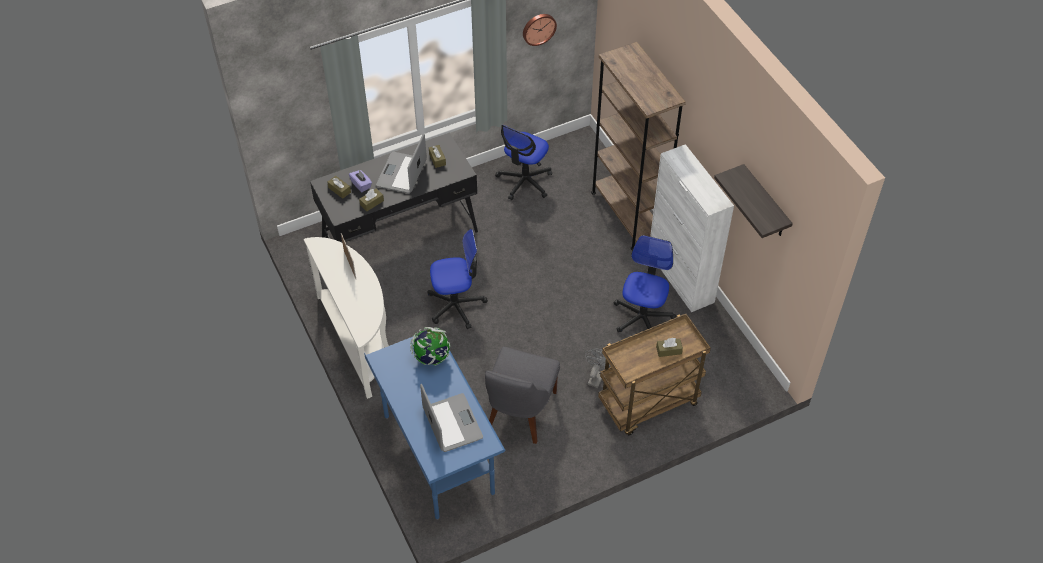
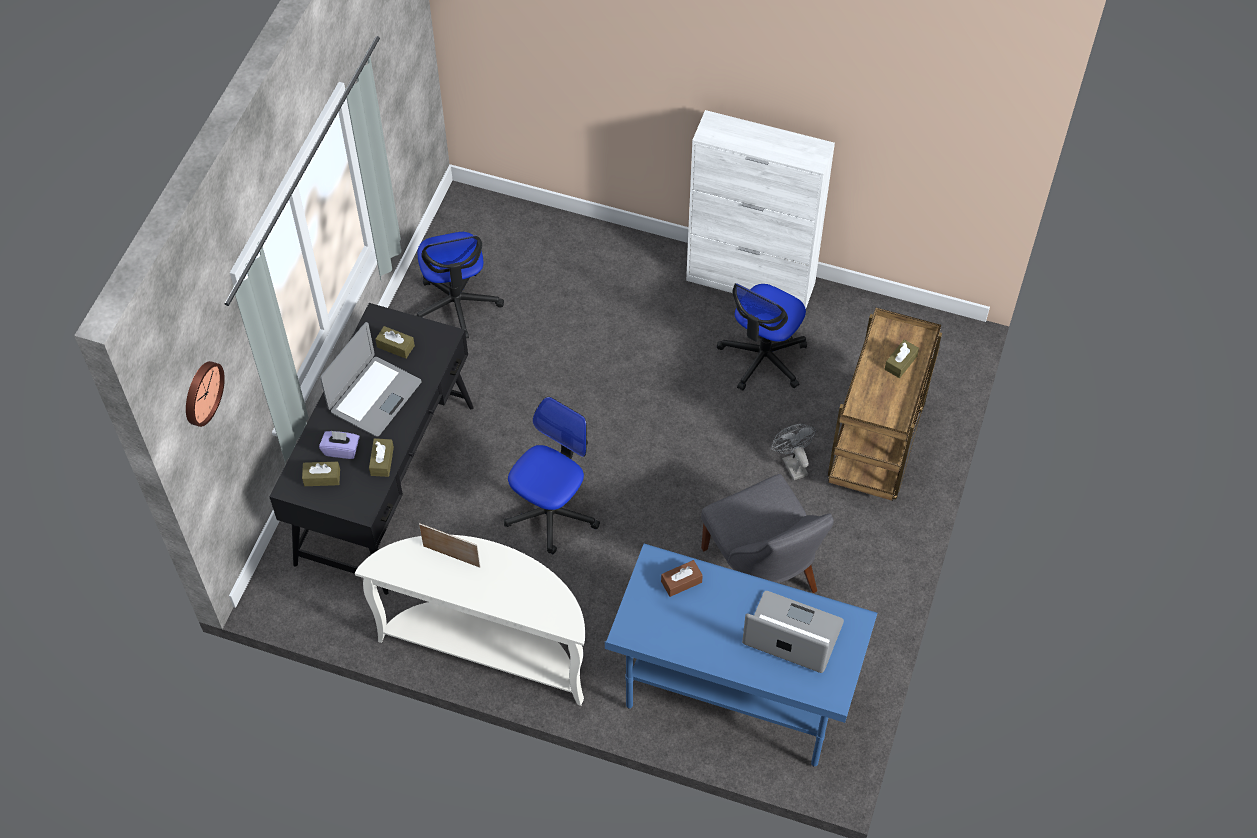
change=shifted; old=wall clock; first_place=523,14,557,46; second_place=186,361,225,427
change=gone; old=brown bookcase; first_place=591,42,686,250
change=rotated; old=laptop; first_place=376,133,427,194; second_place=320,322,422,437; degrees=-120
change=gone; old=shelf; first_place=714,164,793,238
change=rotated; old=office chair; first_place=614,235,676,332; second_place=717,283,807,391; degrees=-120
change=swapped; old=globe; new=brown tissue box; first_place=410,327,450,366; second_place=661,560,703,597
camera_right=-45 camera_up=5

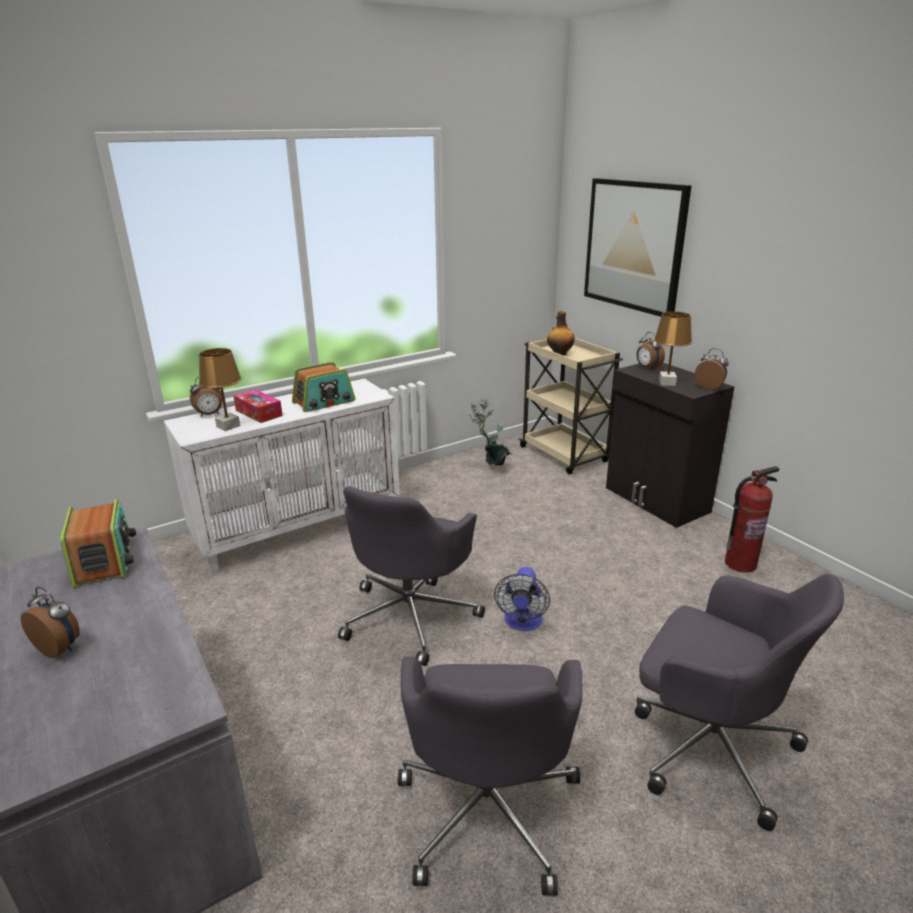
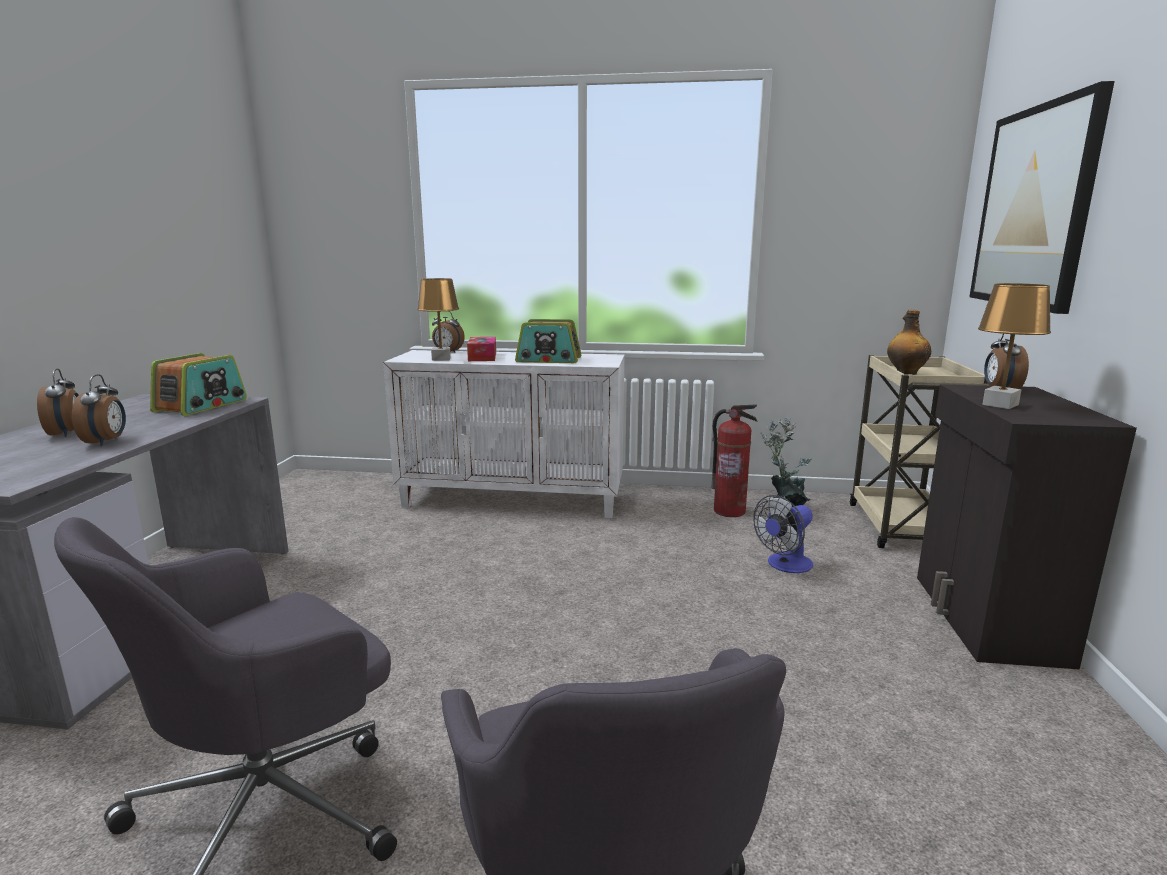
change=shifted; old=alarm clock; first_place=695,348,729,390; second_place=72,374,126,446
change=shifted; old=fire extinguisher; first_place=725,466,780,573; second_place=712,405,757,517
change=gone; old=grey office chair; first_place=338,486,485,666
change=shifted; old=fan; first_place=494,567,550,631; second_place=753,495,813,573
camera_right=40 camera_up=-10

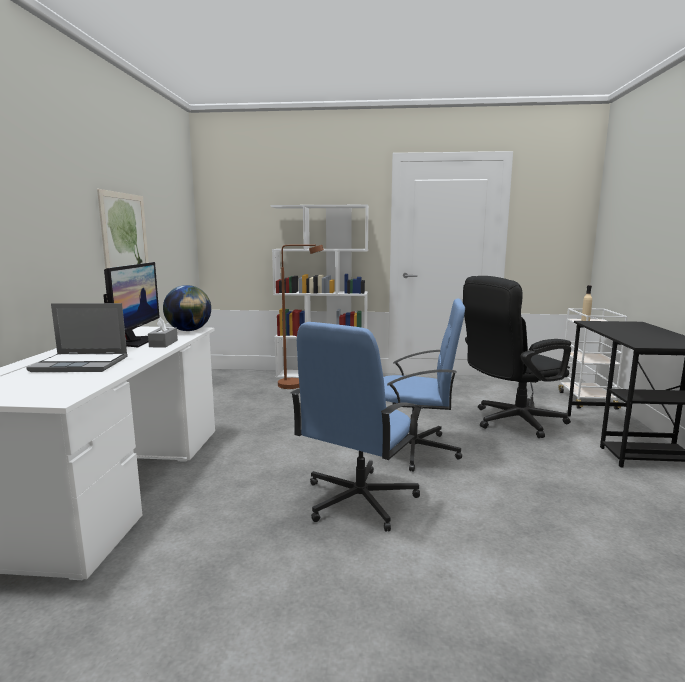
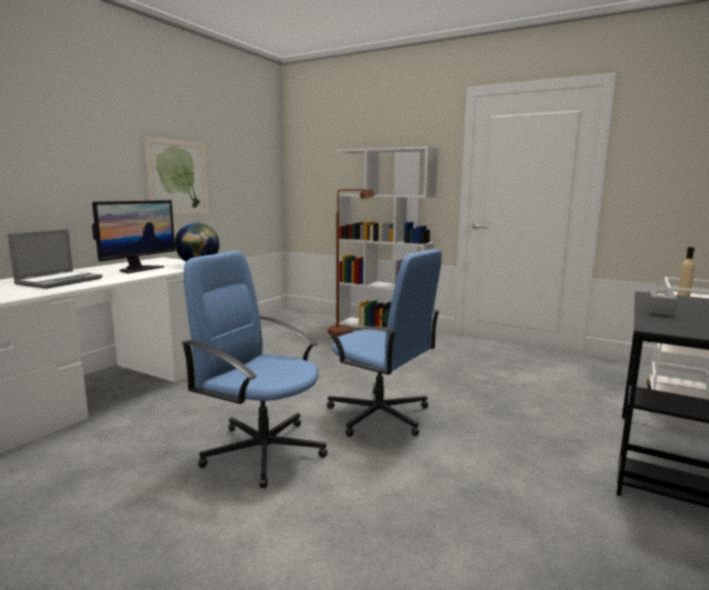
change=gone; old=black office chair; first_place=463,276,571,438
change=rotated; old=laptop; first_place=26,303,128,372; second_place=7,229,102,289; degrees=-90
change=shifted; old=grey tissue box; first_place=148,317,178,347; second_place=647,277,678,316
change=rotated; old=blue office chair; first_place=291,322,423,532; second_place=181,251,328,488; degrees=60
camera_right=25 camera_up=0

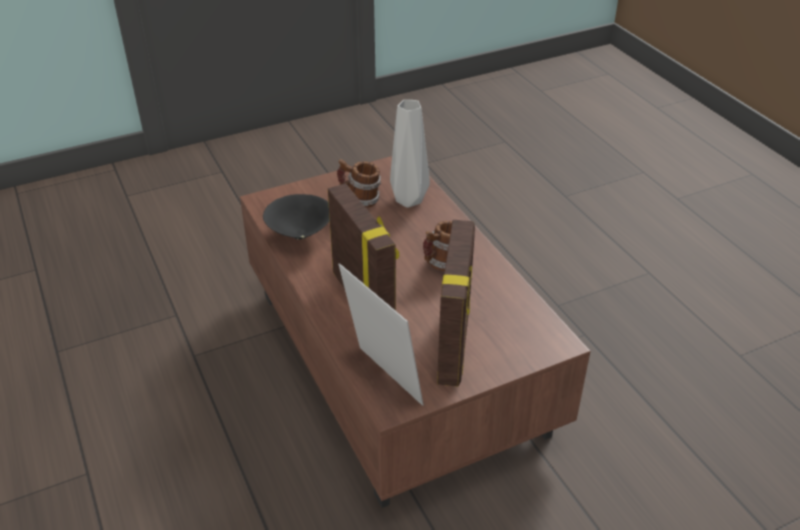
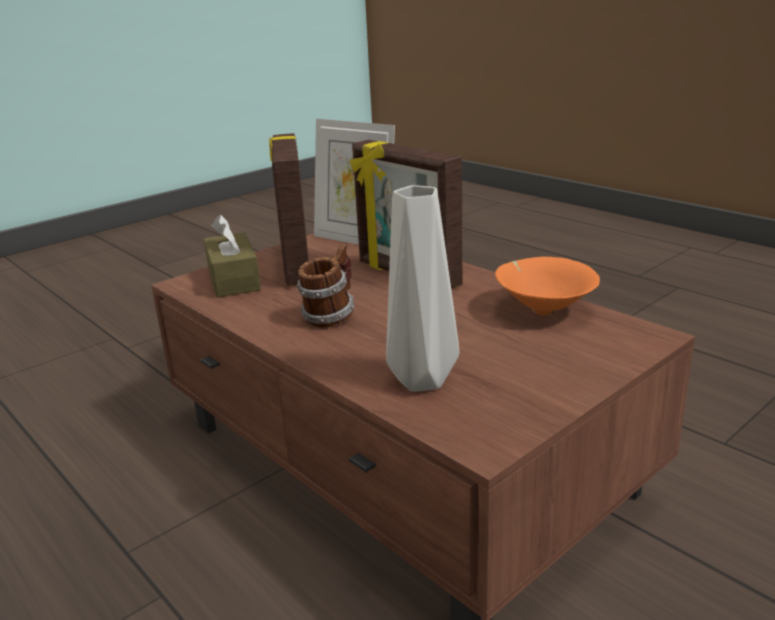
change=gone; old=mug; first_place=337,159,381,208
change=repainted; old=black bowl; new=orange bowl; first_place=263,194,330,239; second_place=495,257,600,316
change=new; new=brown tissue box; second_place=204,215,261,297
camera_right=165 camera_up=-15

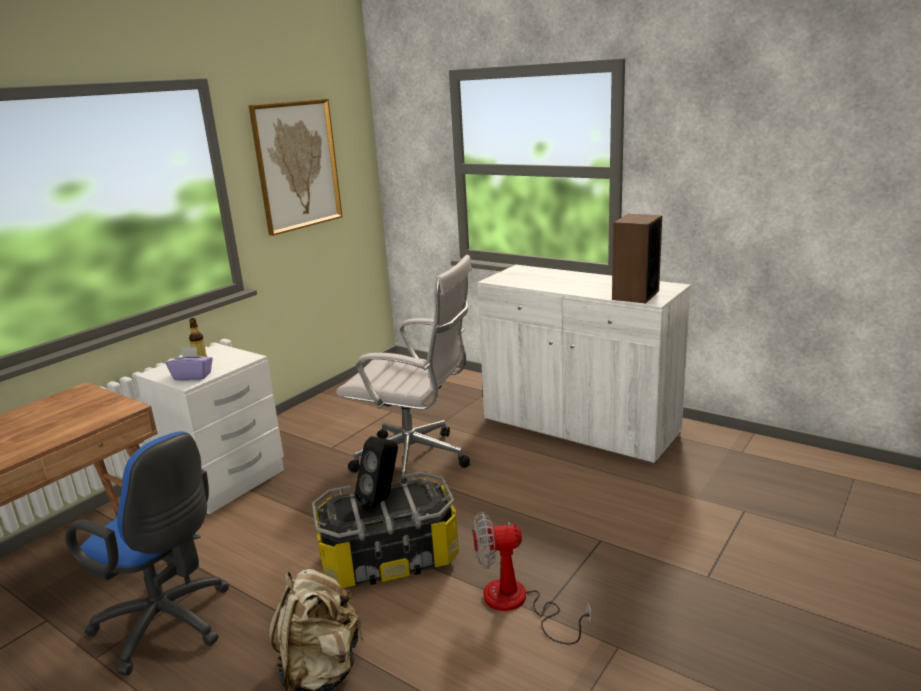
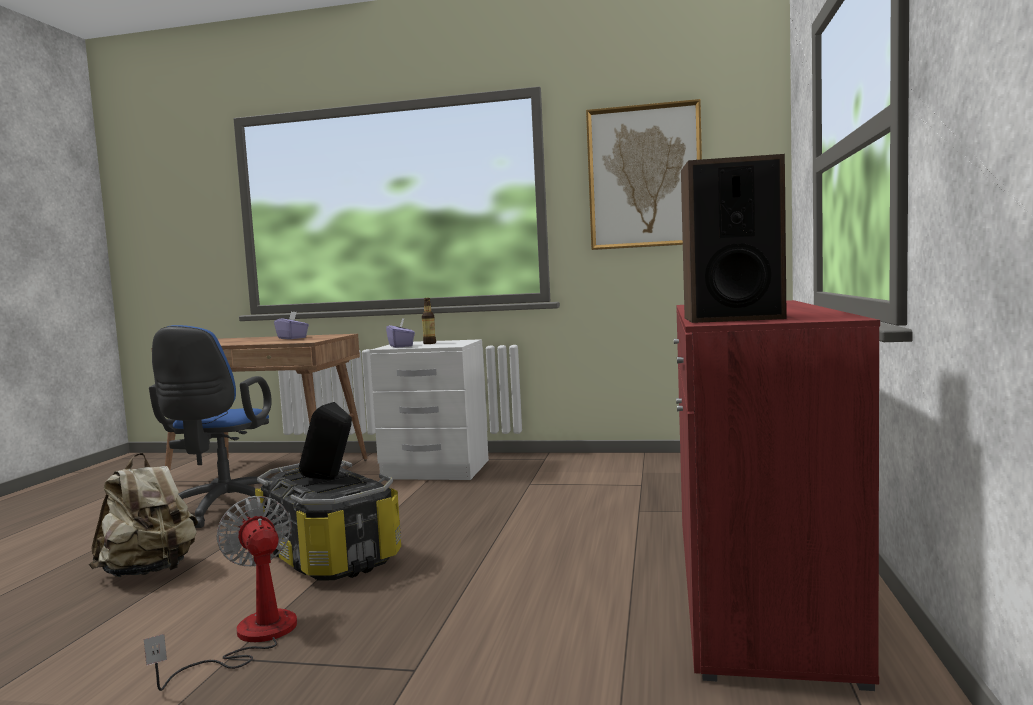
change=gone; old=white office chair; first_place=336,255,472,484
change=repainted; old=white cabinet; new=red cabinet; first_place=477,265,691,464; second_place=674,300,880,691
change=new; new=purple tissue box; second_place=274,312,309,339
camera_right=65 camera_up=-15

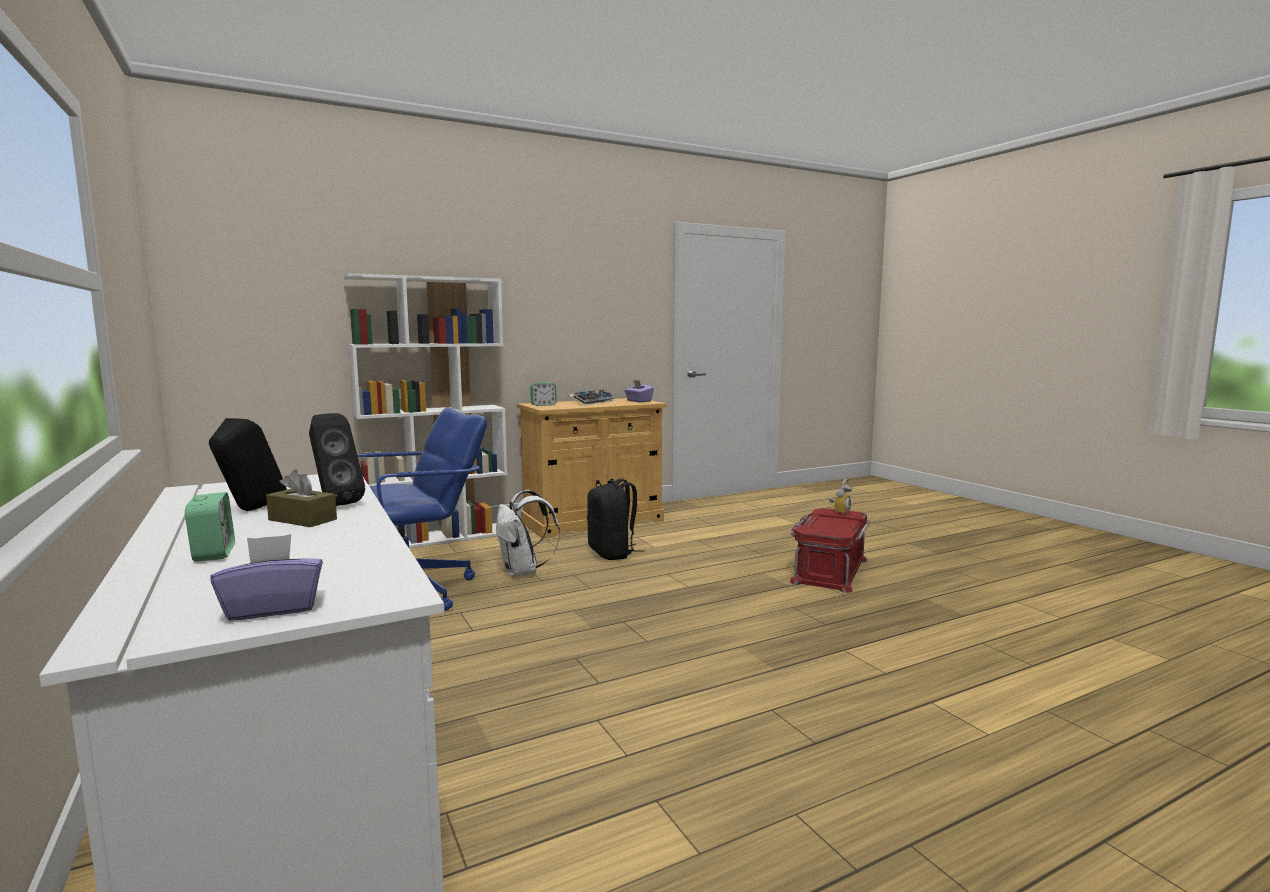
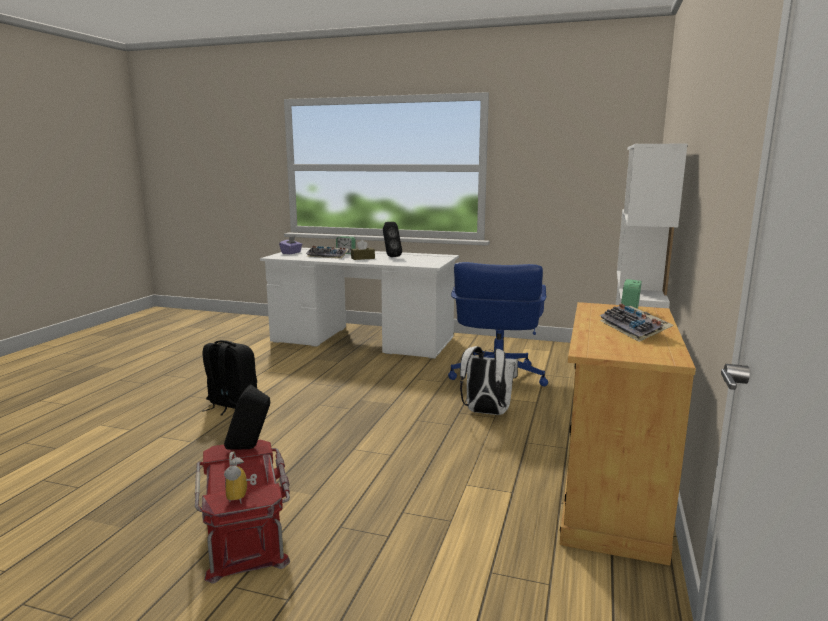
change=gone; old=purple tissue box; first_place=625,380,654,402
change=shifted; old=black speaker; first_place=309,413,365,506; second_place=224,385,270,450
change=shifted; old=black backpack; first_place=587,478,645,560; second_place=203,340,257,415
change=new; new=keyboard; second_place=306,246,349,259
camera_right=135 camera_up=5

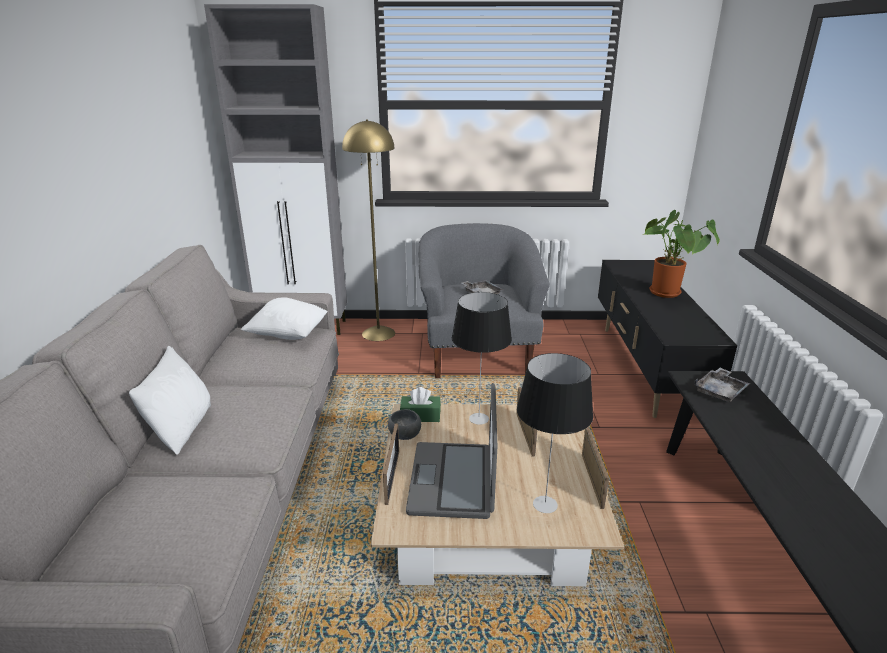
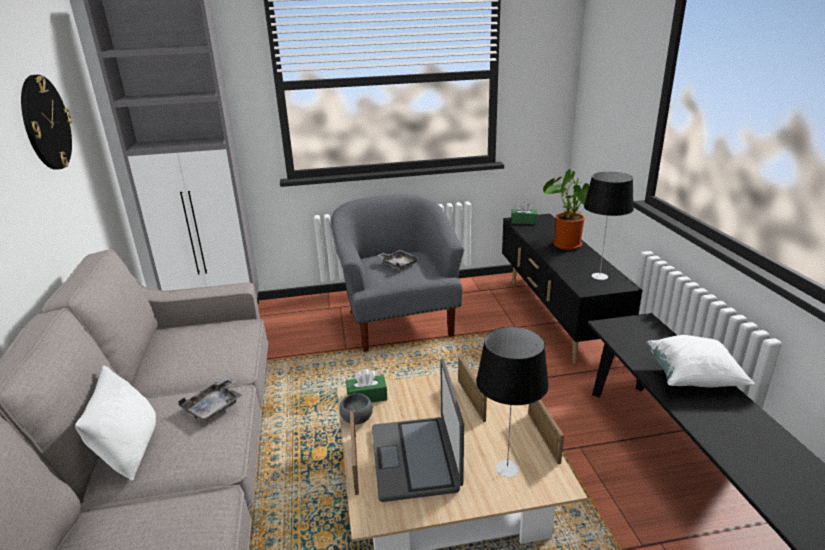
change=gone; old=yellow floor lamp; first_place=342,119,395,341
change=shifted; old=table lamp; first_place=452,292,512,425; second_place=584,172,634,280
change=shifted; old=white pillow; first_place=241,297,328,340; second_place=646,335,755,388
change=shifted; old=grey tray; first_place=694,368,750,402; second_place=178,377,242,422
change=new; new=wall clock; second_place=21,75,72,170
change=new; new=green tissue box; second_place=511,202,537,224
camera_right=-10 camera_up=0

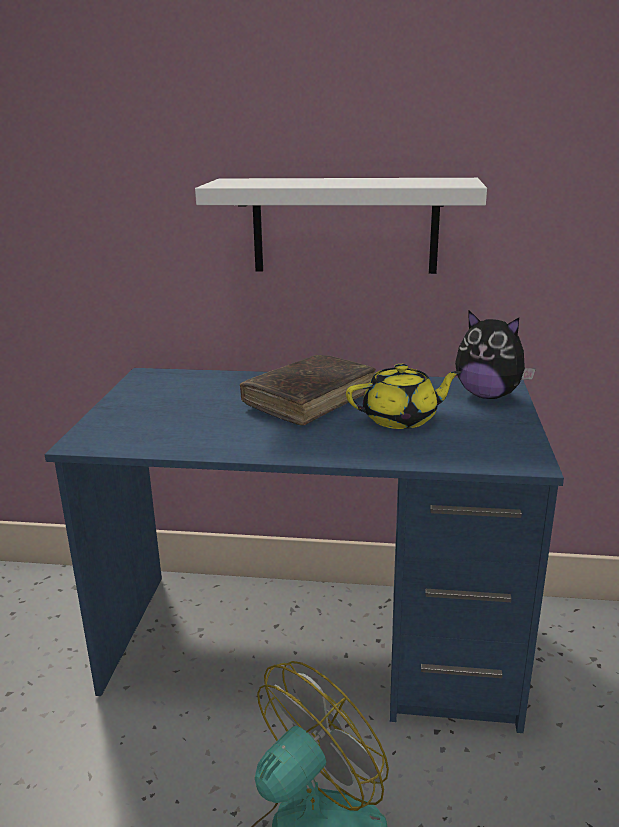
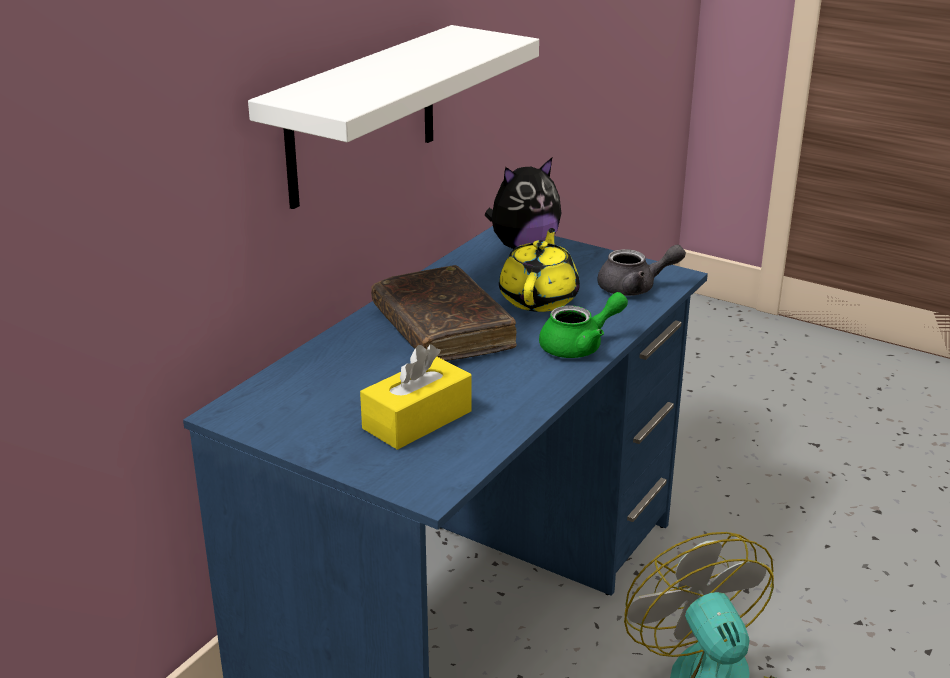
change=new; new=grey teapot; second_place=597,245,686,296
change=new; new=green teapot; second_place=539,292,628,358
change=new; new=yellow tissue box; second_place=360,345,472,450
camera_right=-65 camera_up=5

